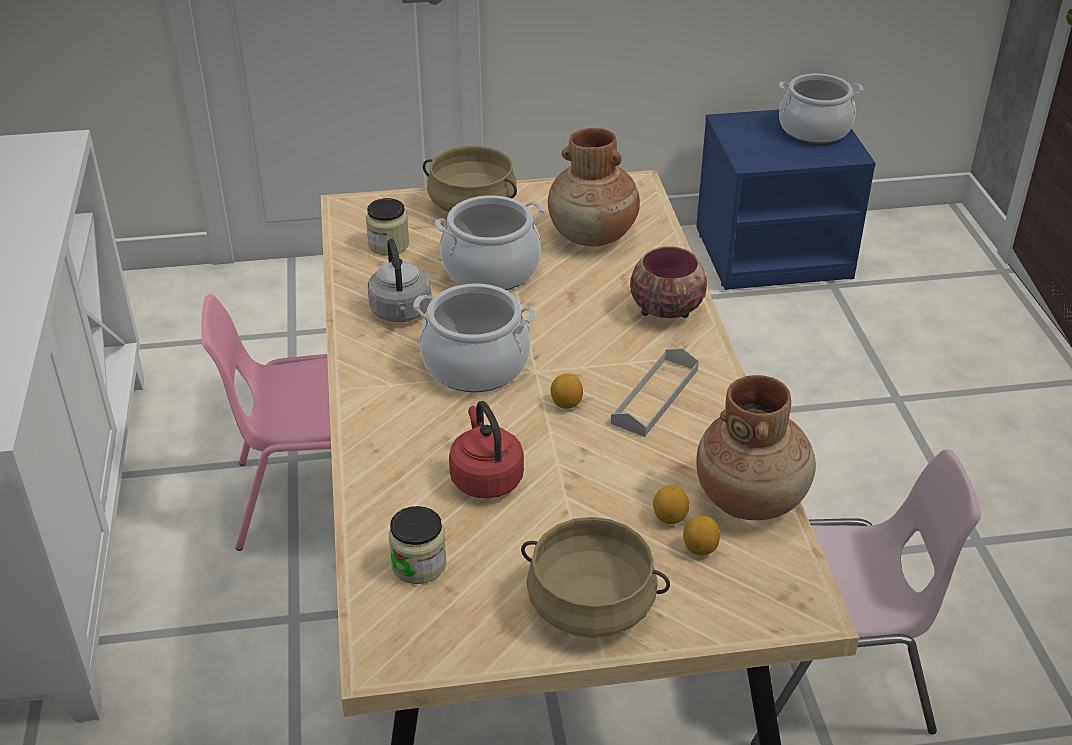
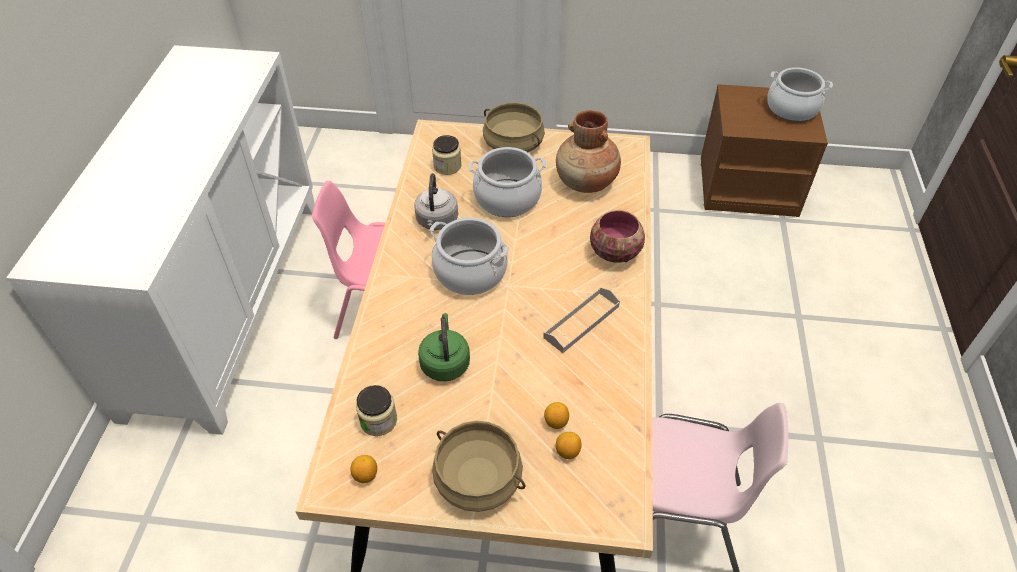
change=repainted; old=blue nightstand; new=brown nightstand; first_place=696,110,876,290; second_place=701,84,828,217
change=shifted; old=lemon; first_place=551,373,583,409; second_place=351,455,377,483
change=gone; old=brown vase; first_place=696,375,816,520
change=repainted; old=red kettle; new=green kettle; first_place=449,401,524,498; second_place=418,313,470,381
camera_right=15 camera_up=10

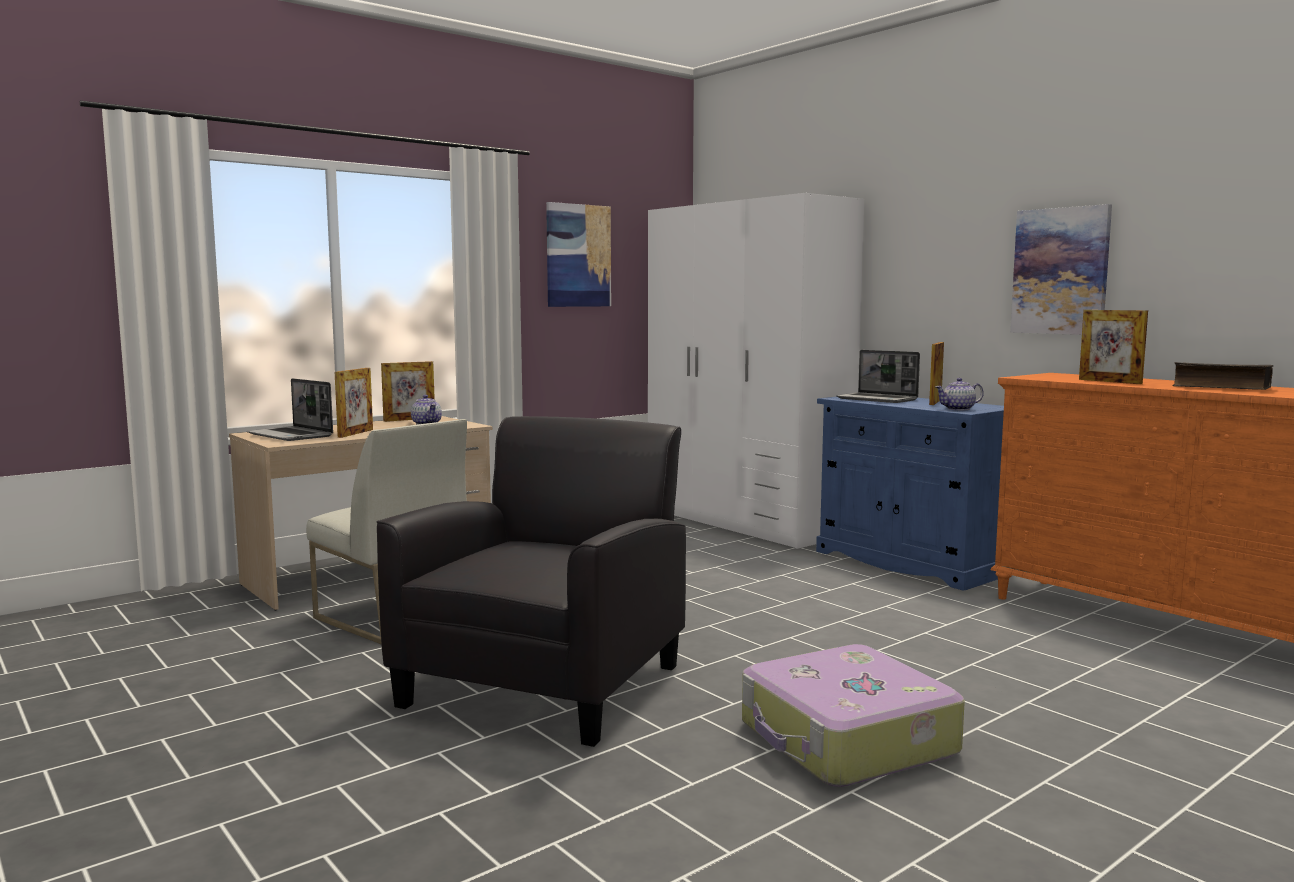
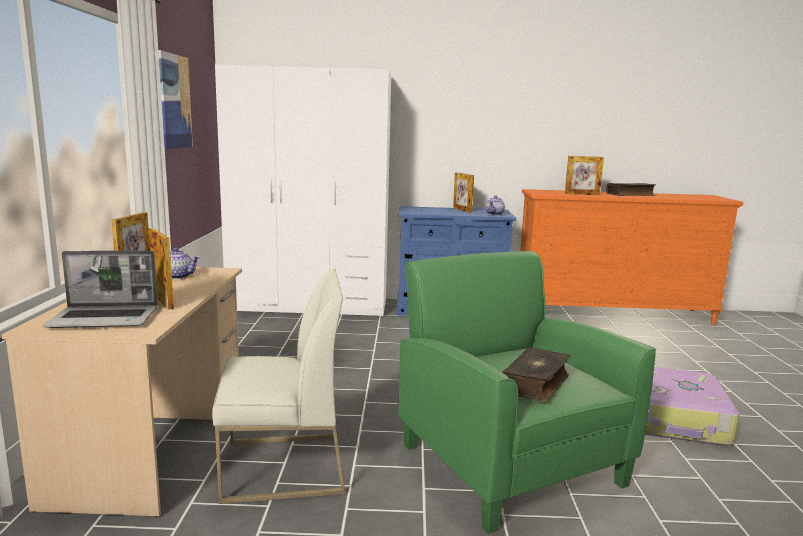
change=gone; old=picture; first_place=1010,204,1112,335
change=gone; old=laptop; first_place=836,350,920,403
change=repainted; old=black armchair; new=green armchair; first_place=377,416,686,747; second_place=398,251,656,534
change=new; new=book; second_place=502,347,571,402
camera_right=-50 camera_up=5

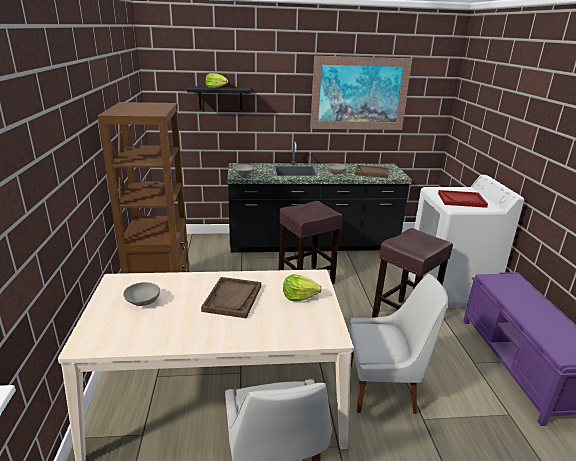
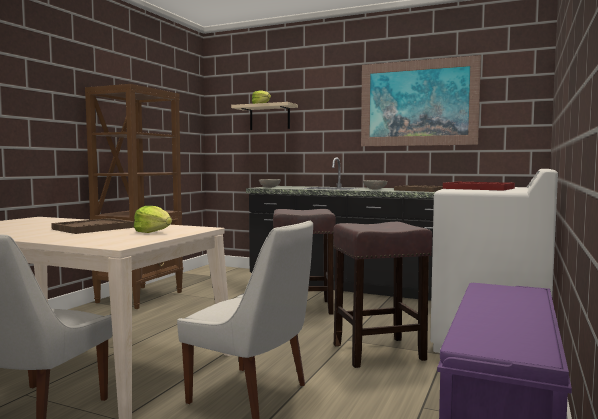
change=repainted; old=black shelf; new=beige shelf; first_place=187,86,251,110; second_place=231,102,298,130
change=gone; old=grey bowl; first_place=123,282,160,306
camera_right=30 camera_up=-20

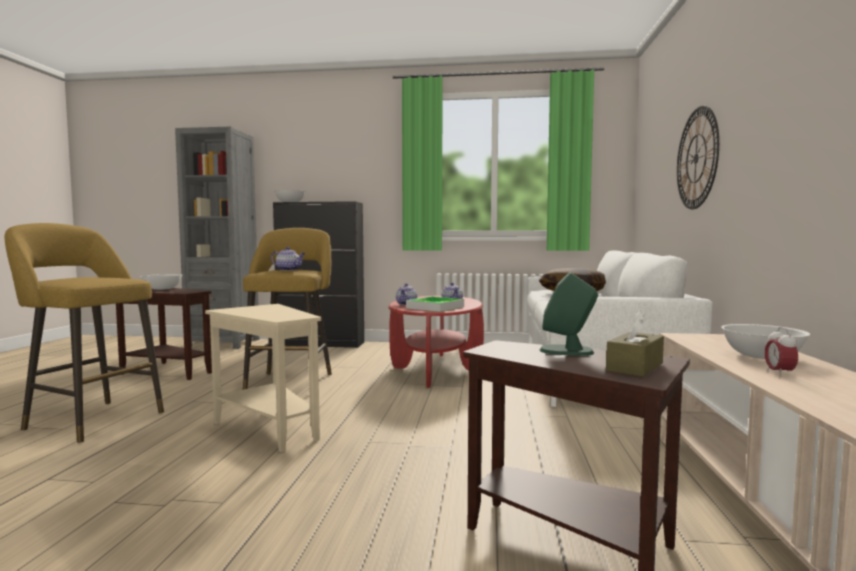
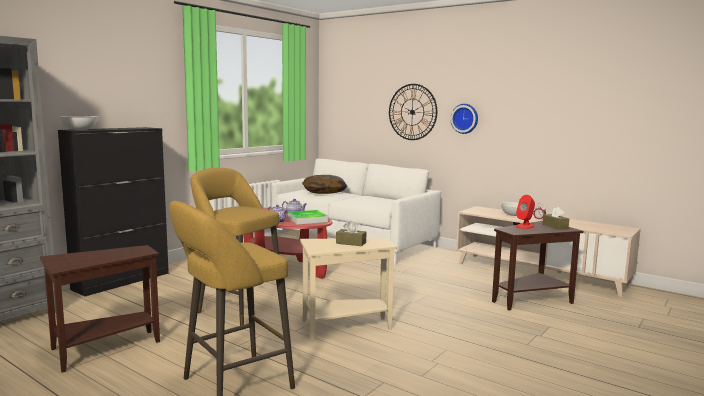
change=gone; old=teapot; first_place=271,247,305,271
change=repainted; old=green speaker; new=red speaker; first_place=540,272,598,356; second_place=516,195,535,229
change=gone; old=white bowl; first_place=141,274,182,290
change=new; new=wall clock; second_place=450,104,478,134
change=new; new=brown tissue box; second_place=336,221,366,246
camera_right=-60 camera_up=5

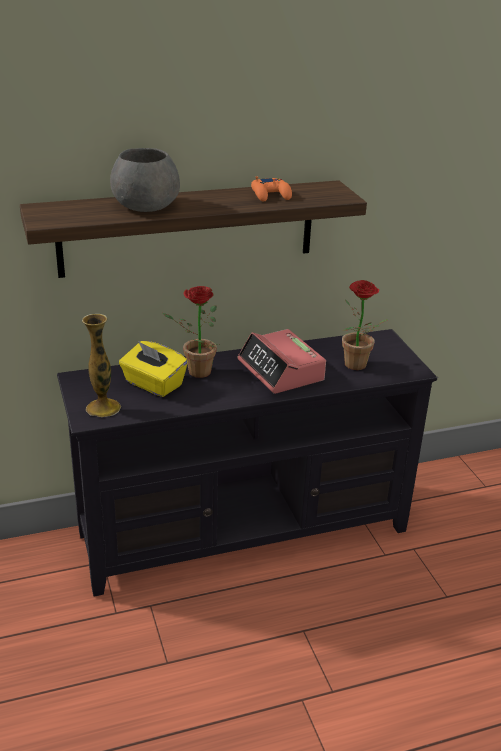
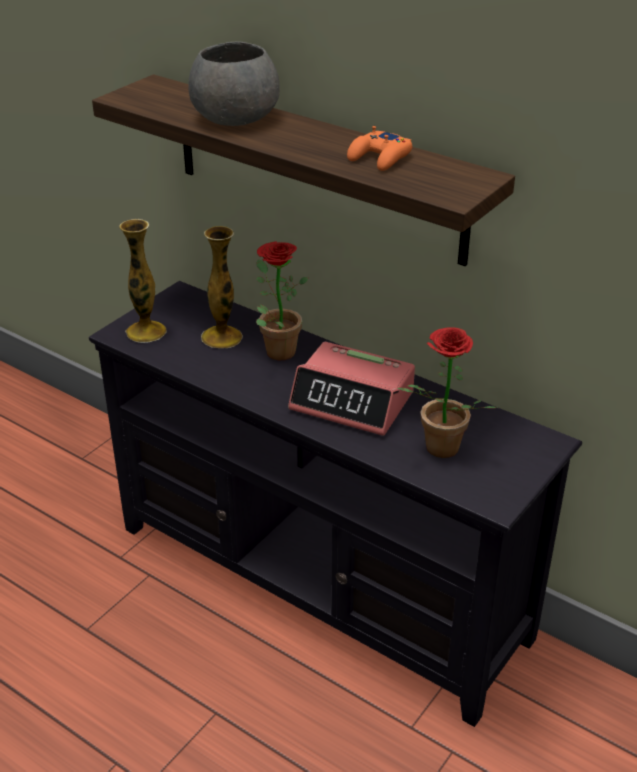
change=rotated; old=alarm clock; first_place=237,329,326,394; second_place=288,342,415,436; degrees=-90
change=swapped; old=yellow tissue box; new=vase; first_place=119,341,188,397; second_place=201,226,243,348
camera_right=55 camera_up=5

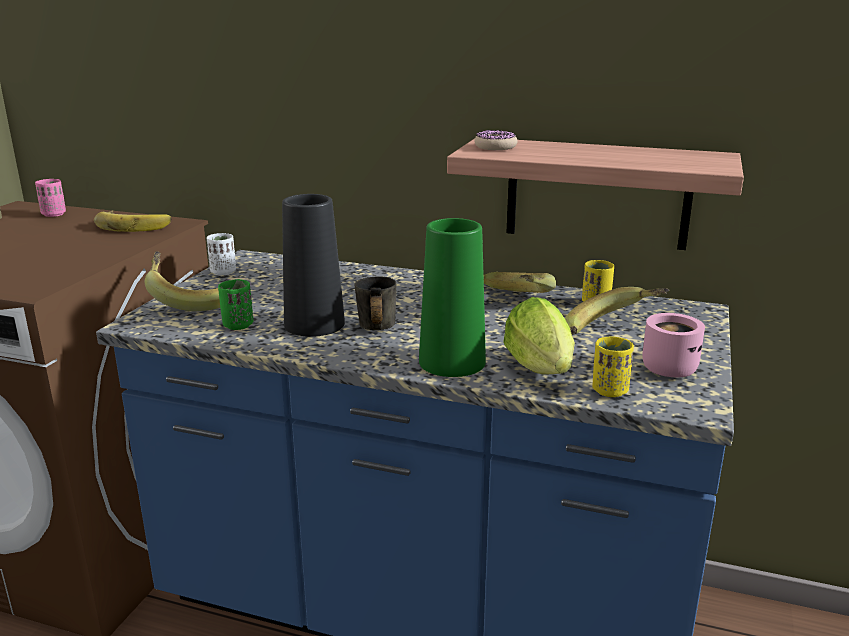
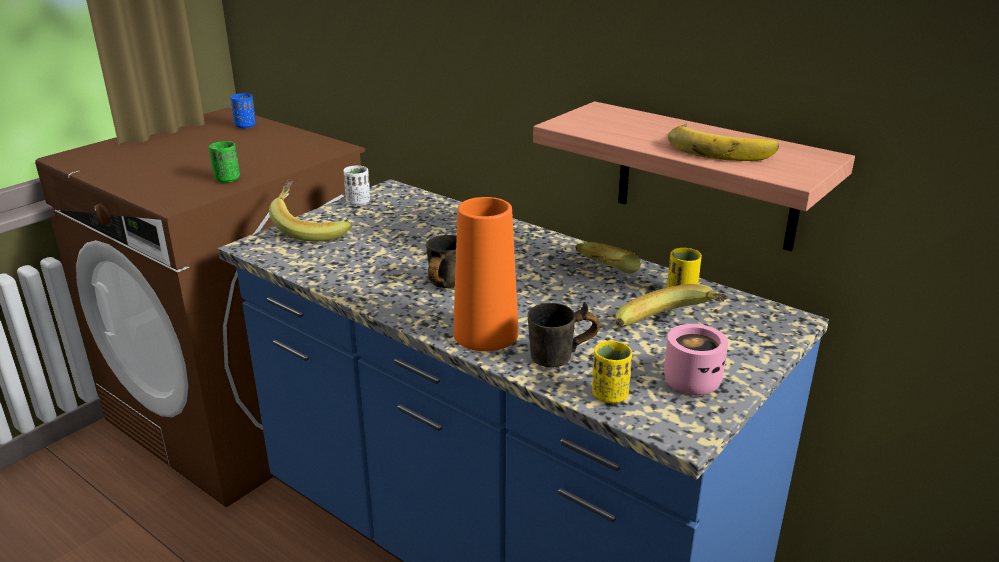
change=gone; old=donut; first_place=474,130,517,150
change=repainted; old=pink cup; new=blue cup; first_place=35,179,66,217; second_place=230,93,256,128
change=gone; old=black vase; first_place=282,194,345,337
change=shifted; old=banana; first_place=94,210,172,232; second_place=668,124,779,161
change=repainted; old=green vase; new=orange vase; first_place=419,218,486,377; second_place=453,197,518,351
change=shifted; old=green cup; first_place=218,279,253,330; second_place=209,141,240,183
change=swapped; old=lettuce; new=grey mug; first_place=503,297,575,375; second_place=528,302,600,367
camera_right=20 camera_up=5

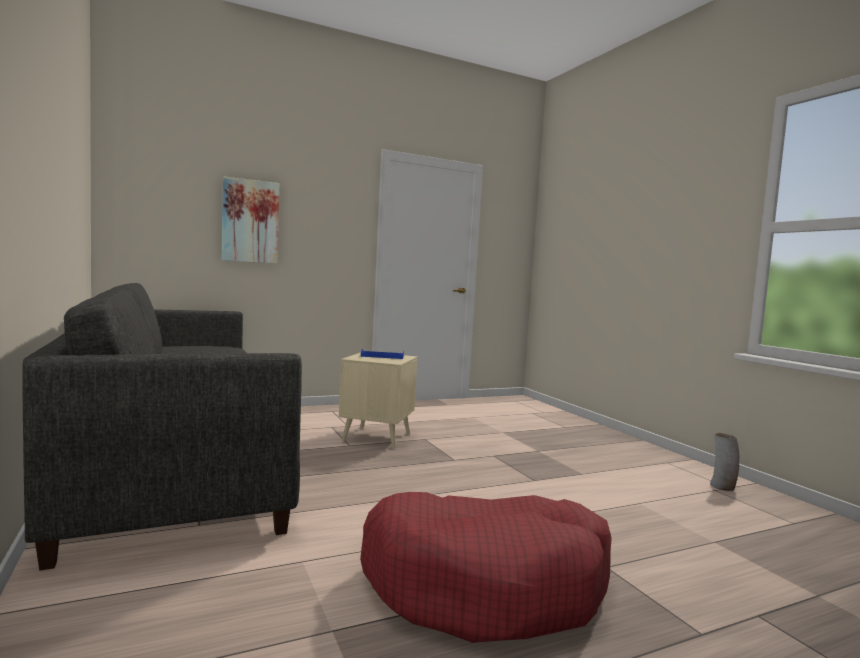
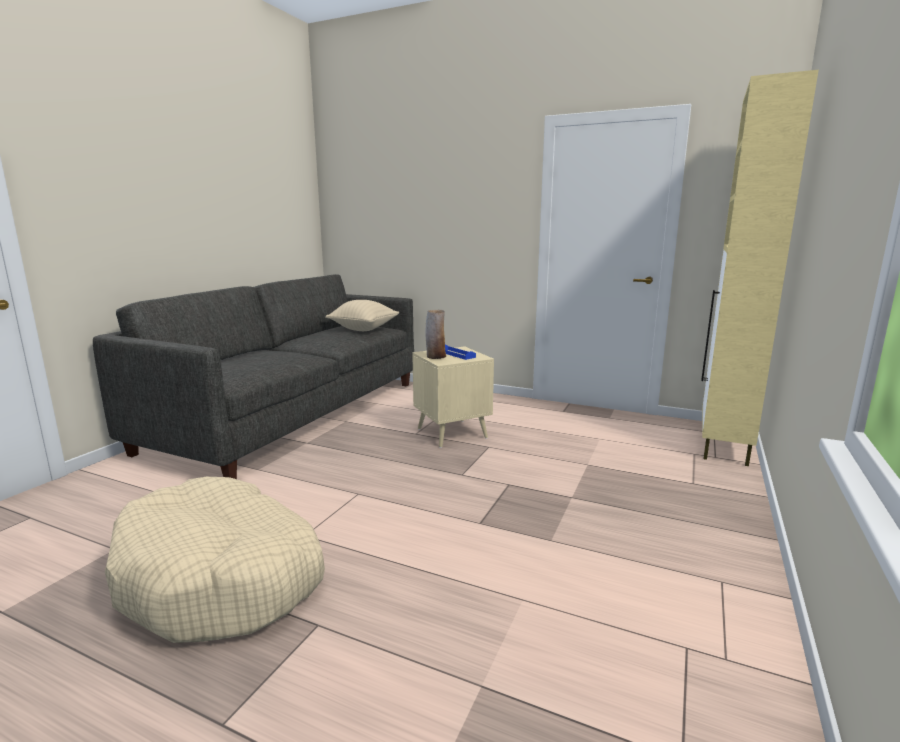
change=gone; old=picture; first_place=221,176,279,264
change=shifted; old=vase; first_place=710,433,740,491; second_place=425,310,446,359
change=repainted; old=red dog bed; new=beige dog bed; first_place=360,492,612,643; second_place=105,477,325,643
change=new; new=beige cabinet; second_place=702,70,819,466
change=new; new=beige pillow; second_place=326,300,399,331
camera_right=50 camera_up=10

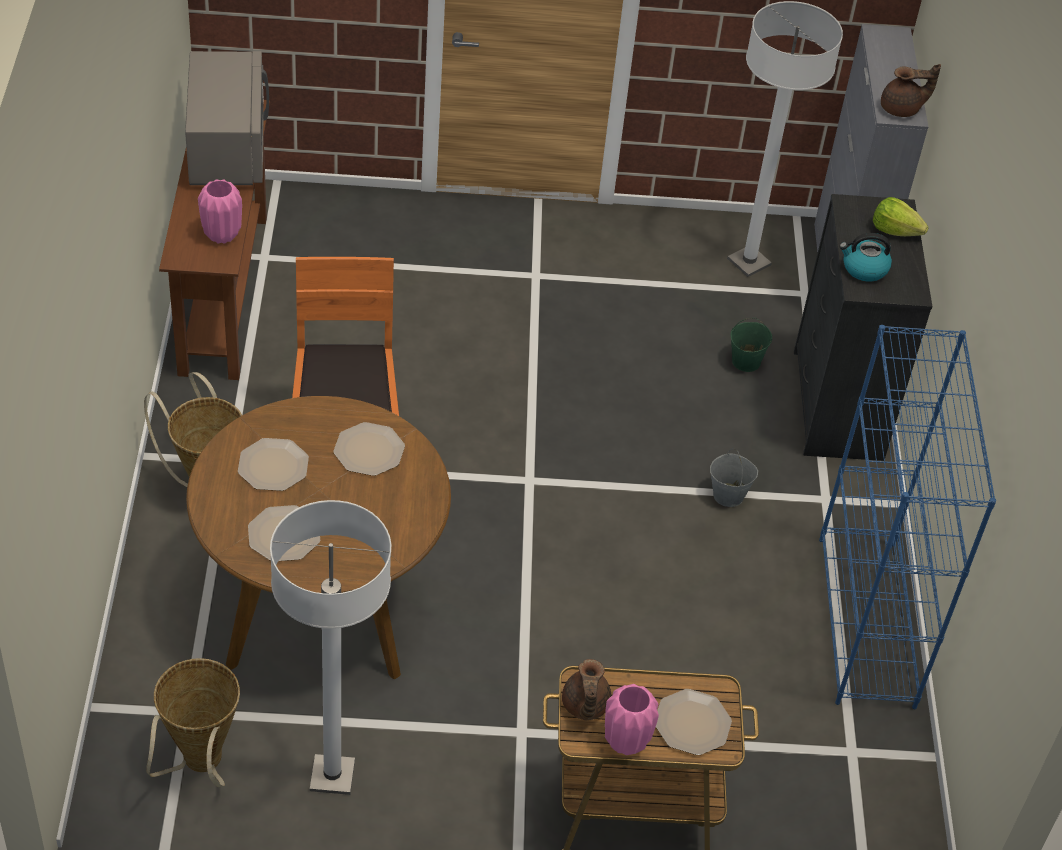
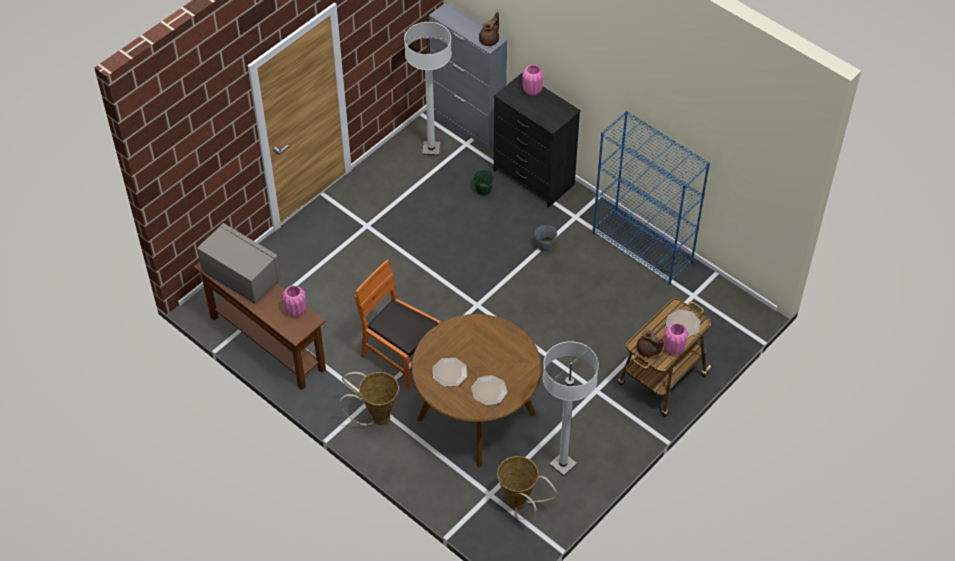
change=swapped; old=lettuce; new=pink vase; first_place=873,197,929,236; second_place=523,65,544,96
change=gone; old=kettle; first_place=839,233,892,281
change=gone; old=plate; first_place=334,422,405,476
camera_right=-45 camera_up=5

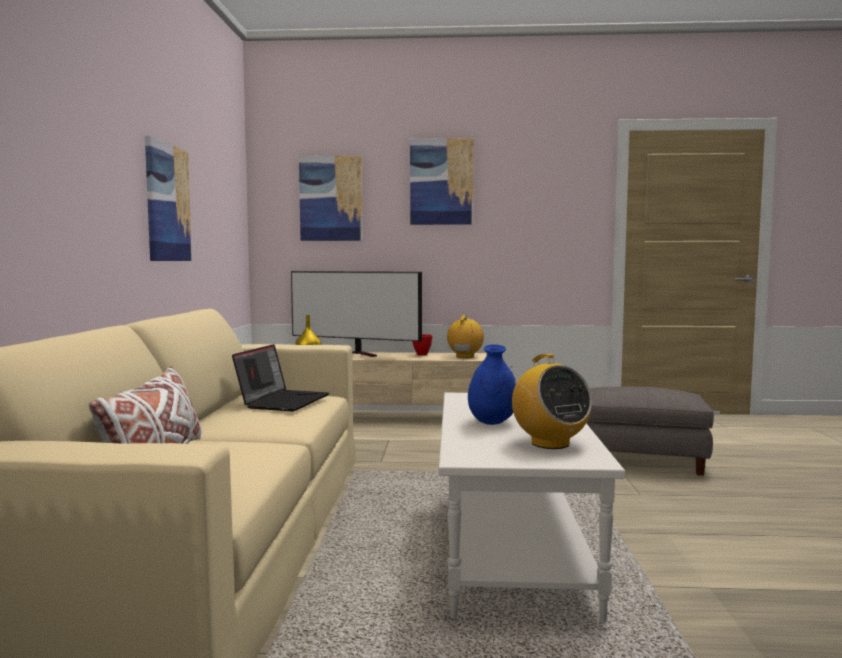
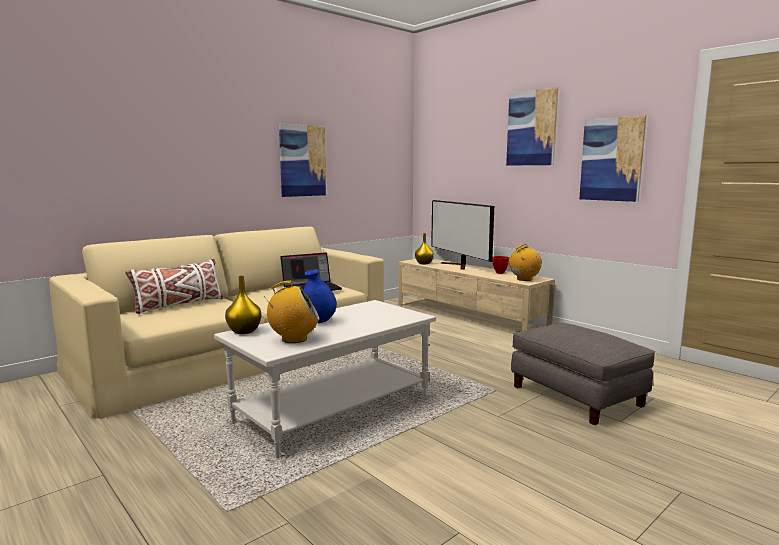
change=shifted; old=picture; first_place=299,155,362,241; second_place=579,115,646,202
change=rotated; old=radio; first_place=511,354,592,449; second_place=264,281,319,343; degrees=-120
change=new; new=yellow vase; second_place=225,276,261,334
camera_right=45 camera_up=5

